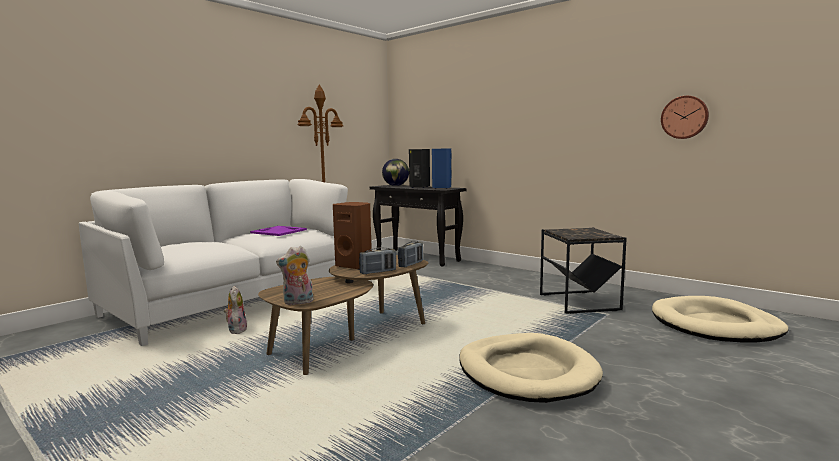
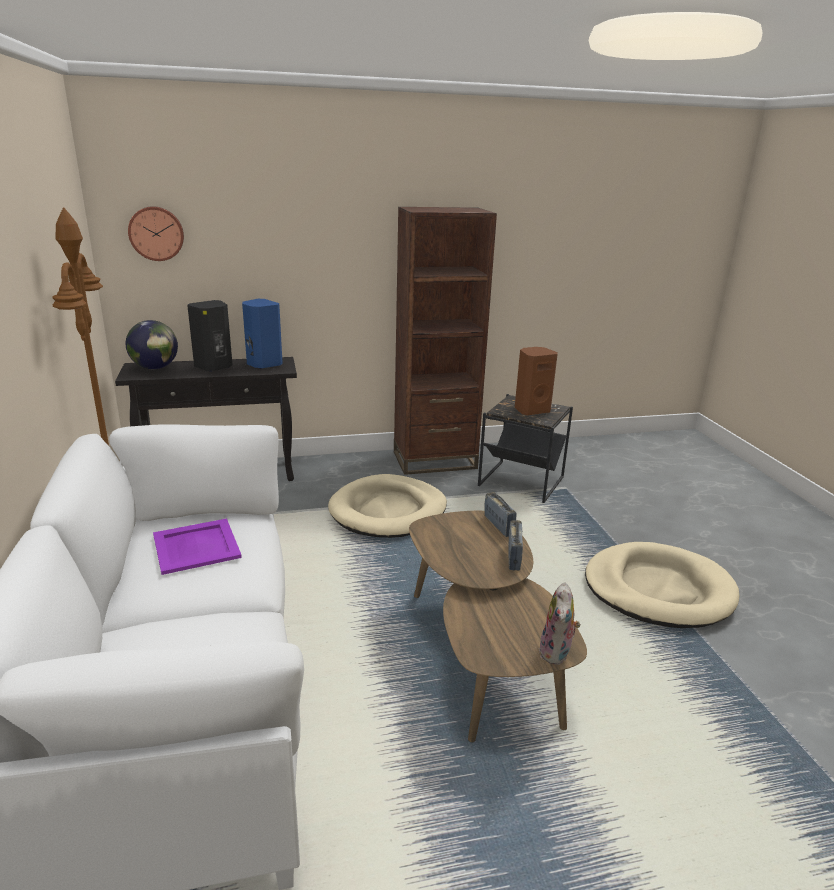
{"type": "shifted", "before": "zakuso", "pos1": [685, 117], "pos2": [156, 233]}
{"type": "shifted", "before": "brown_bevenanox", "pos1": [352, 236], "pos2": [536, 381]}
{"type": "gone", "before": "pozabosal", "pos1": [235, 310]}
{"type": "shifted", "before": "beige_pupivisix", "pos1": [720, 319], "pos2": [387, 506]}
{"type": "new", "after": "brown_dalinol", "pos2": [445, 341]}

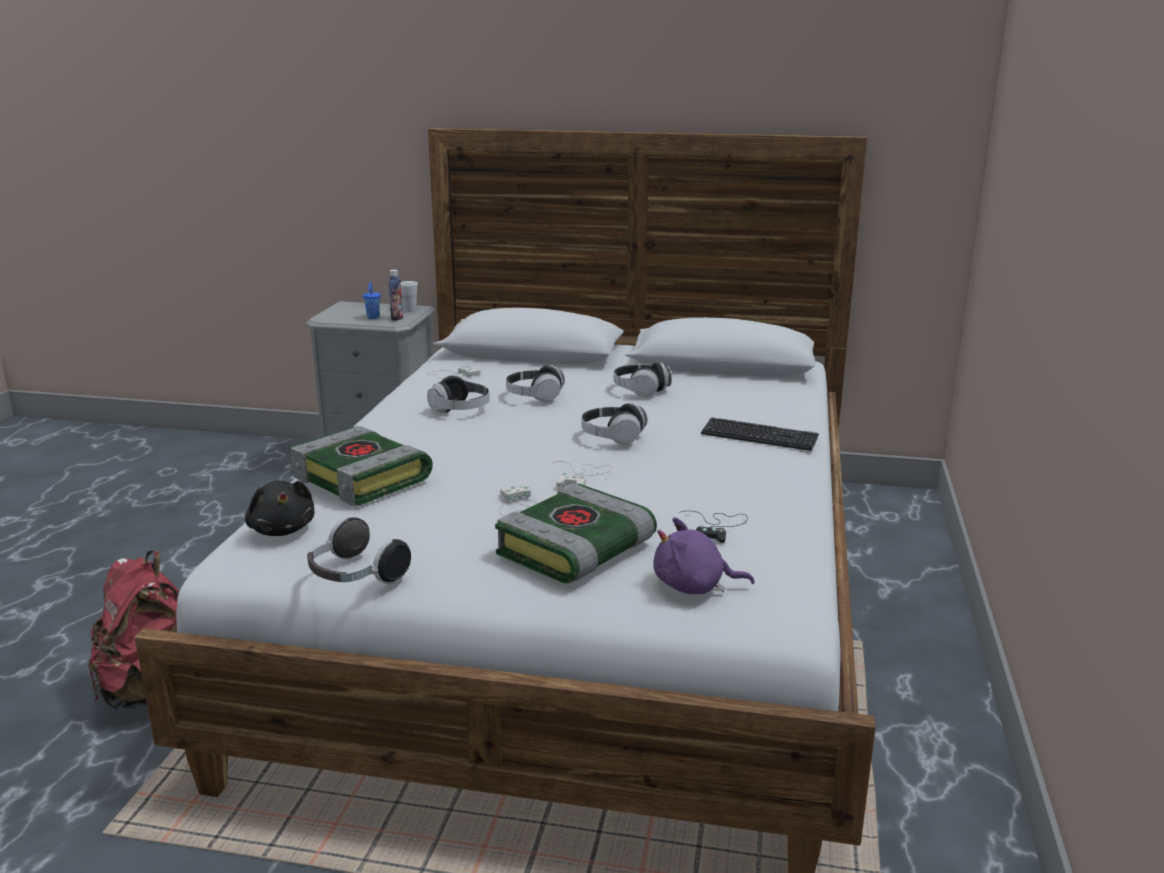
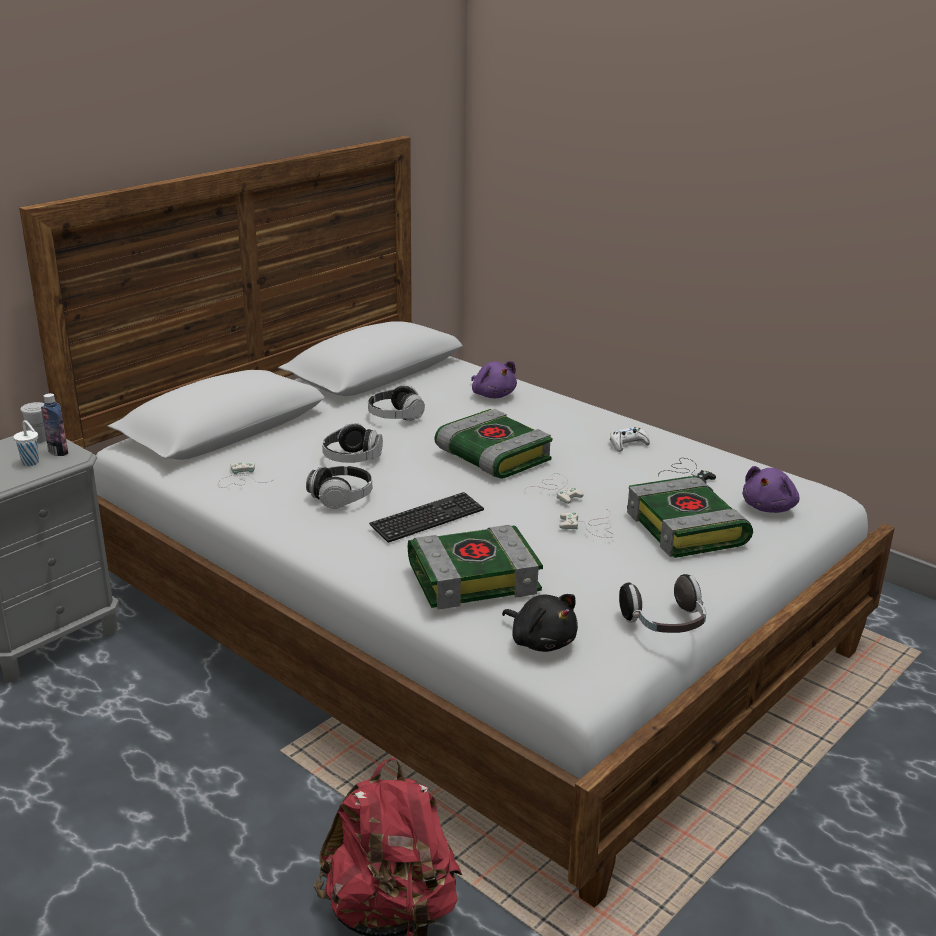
{"type": "repainted", "before": "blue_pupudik", "after": "white_pupudik", "pos1": [372, 300], "pos2": [26, 443]}
{"type": "swapped", "before": "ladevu", "after": "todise", "pos1": [614, 423], "pos2": [493, 444]}
{"type": "shifted", "before": "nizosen", "pos1": [760, 434], "pos2": [426, 517]}
{"type": "rotated", "before": "black_pozabosal", "pos1": [280, 508], "pos2": [540, 623], "turn": 45}
{"type": "new", "after": "purple_pozabosal", "pos2": [494, 379]}
{"type": "new", "after": "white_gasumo", "pos2": [630, 439]}

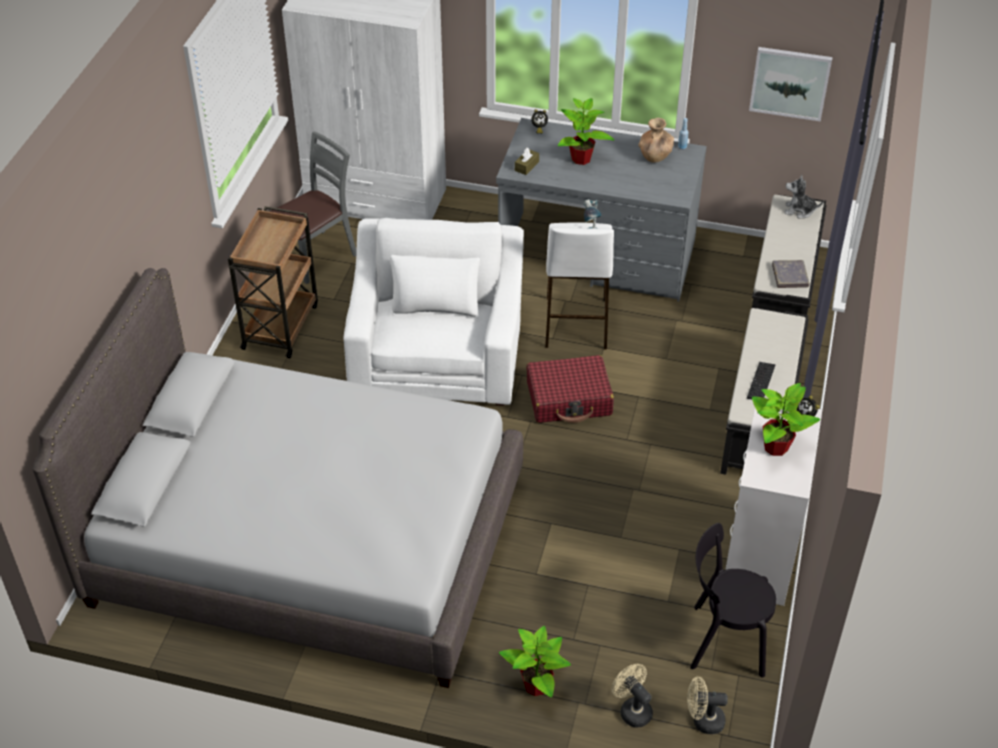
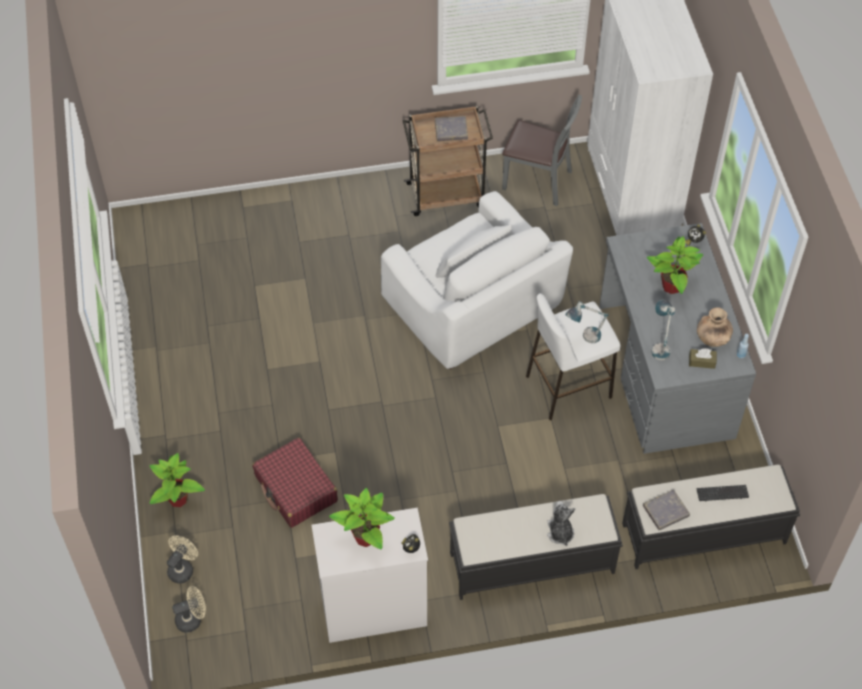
{"type": "gone", "before": "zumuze", "pos1": [791, 84]}
{"type": "shifted", "before": "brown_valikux", "pos1": [527, 161], "pos2": [703, 358]}
{"type": "shifted", "before": "pozabosal", "pos1": [803, 196], "pos2": [561, 523]}
{"type": "rotated", "before": "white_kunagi", "pos1": [433, 312], "pos2": [477, 280], "turn": 75}
{"type": "gone", "before": "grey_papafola", "pos1": [278, 478]}
{"type": "shifted", "before": "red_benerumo", "pos1": [570, 389], "pos2": [295, 483]}
{"type": "shifted", "before": "nizosen", "pos1": [761, 380], "pos2": [723, 493]}
{"type": "gone", "before": "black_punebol", "pos1": [733, 600]}
{"type": "rotated", "before": "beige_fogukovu", "pos1": [707, 705], "pos2": [189, 609], "turn": 90}
{"type": "new", "after": "grey_todise", "pos2": [451, 128]}
{"type": "new", "after": "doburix", "pos2": [663, 329]}

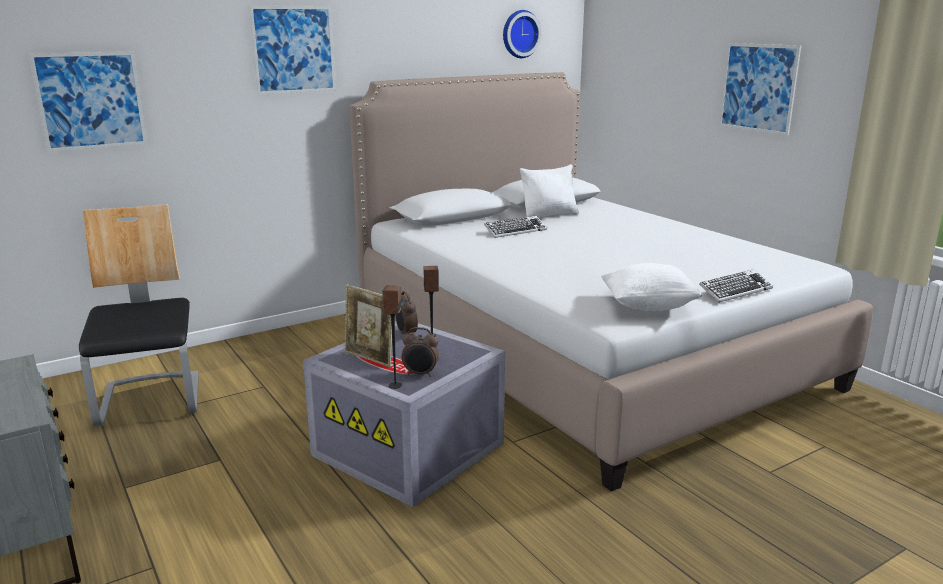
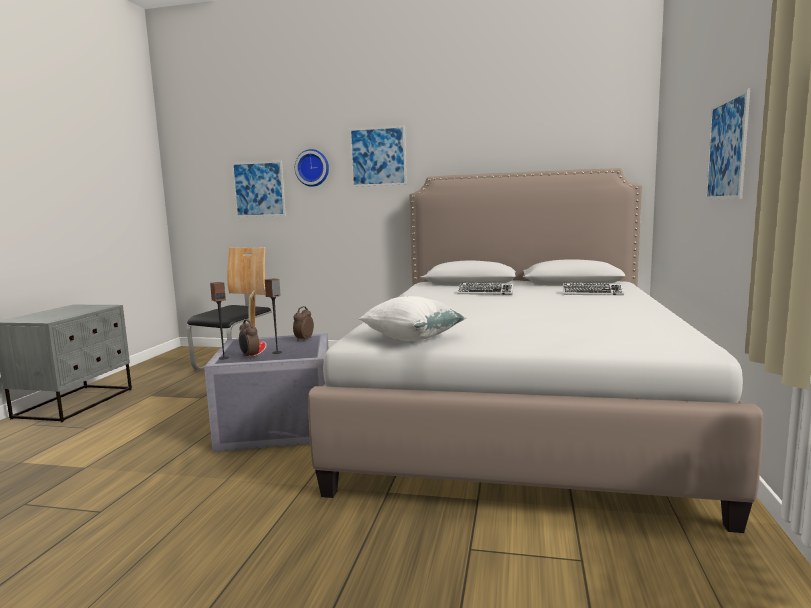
{"type": "shifted", "before": "zakuso", "pos1": [522, 34], "pos2": [312, 168]}
{"type": "gone", "before": "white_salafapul", "pos1": [549, 190]}
{"type": "shifted", "before": "nizosen", "pos1": [736, 286], "pos2": [593, 289]}

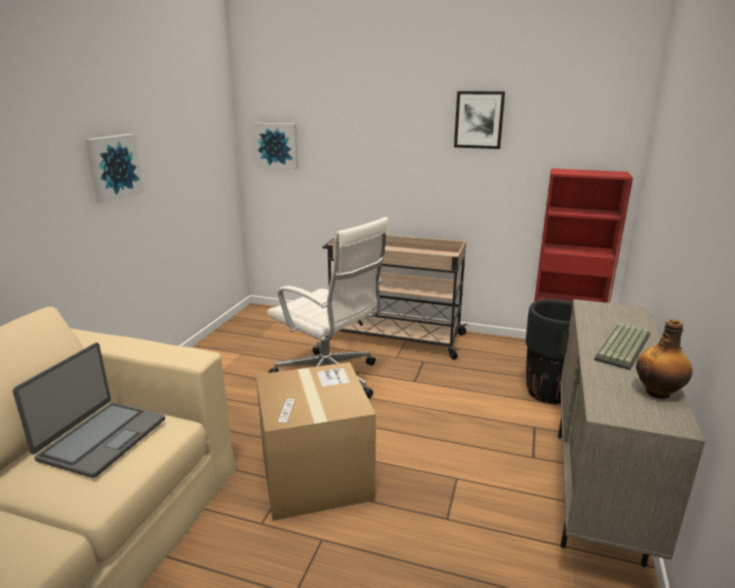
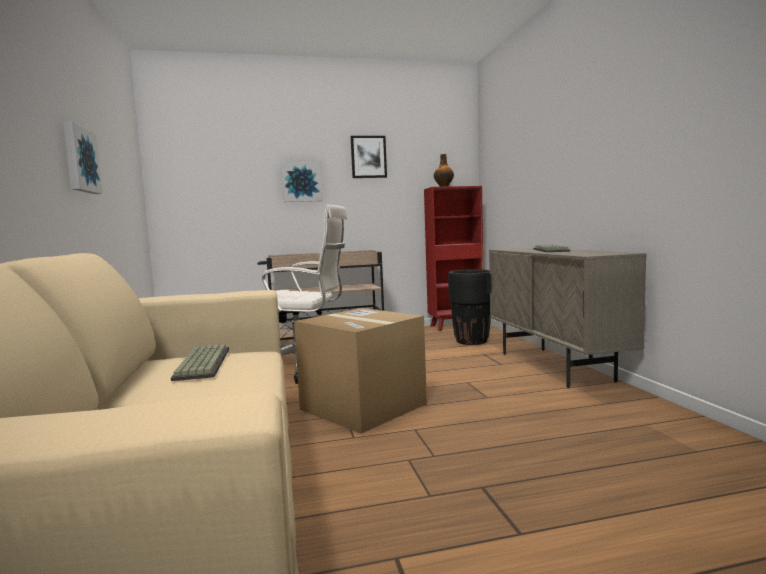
{"type": "shifted", "before": "zumuze", "pos1": [276, 146], "pos2": [302, 182]}
{"type": "shifted", "before": "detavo", "pos1": [664, 359], "pos2": [444, 170]}
{"type": "swapped", "before": "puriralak", "after": "nizosen", "pos1": [89, 410], "pos2": [200, 362]}

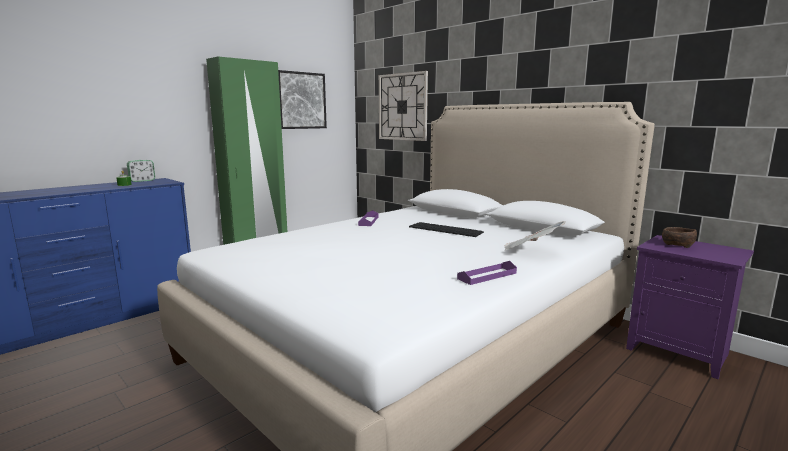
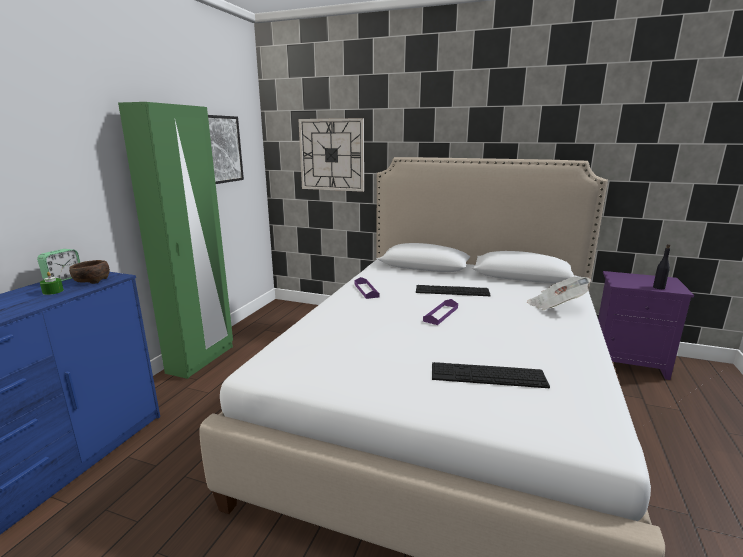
{"type": "shifted", "before": "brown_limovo", "pos1": [679, 237], "pos2": [89, 272]}
{"type": "shifted", "before": "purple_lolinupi", "pos1": [487, 273], "pos2": [440, 312]}
{"type": "new", "after": "black_detavo", "pos2": [661, 266]}
{"type": "new", "after": "nizosen", "pos2": [491, 375]}

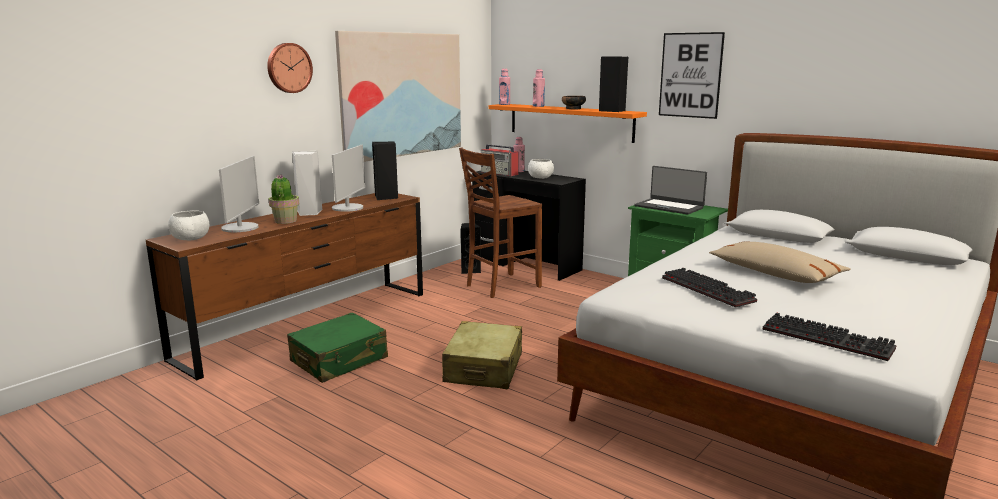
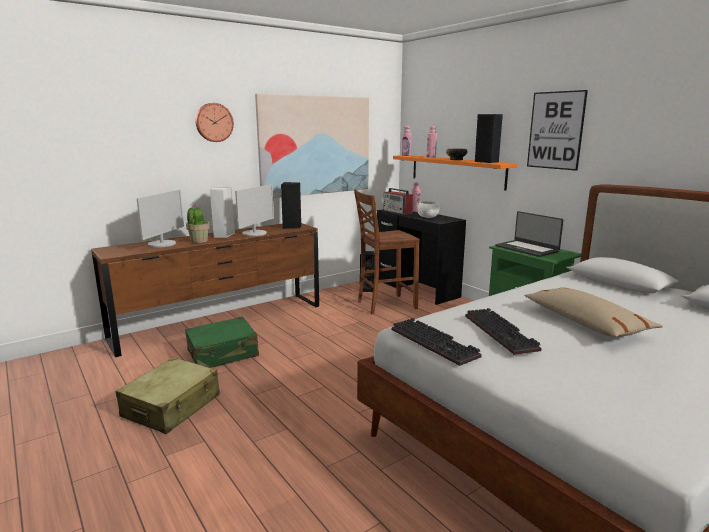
{"type": "gone", "before": "white_limovo", "pos1": [188, 226]}
{"type": "shifted", "before": "nizosen", "pos1": [829, 336], "pos2": [437, 342]}
{"type": "shifted", "before": "beige_benerumo", "pos1": [482, 355], "pos2": [168, 395]}

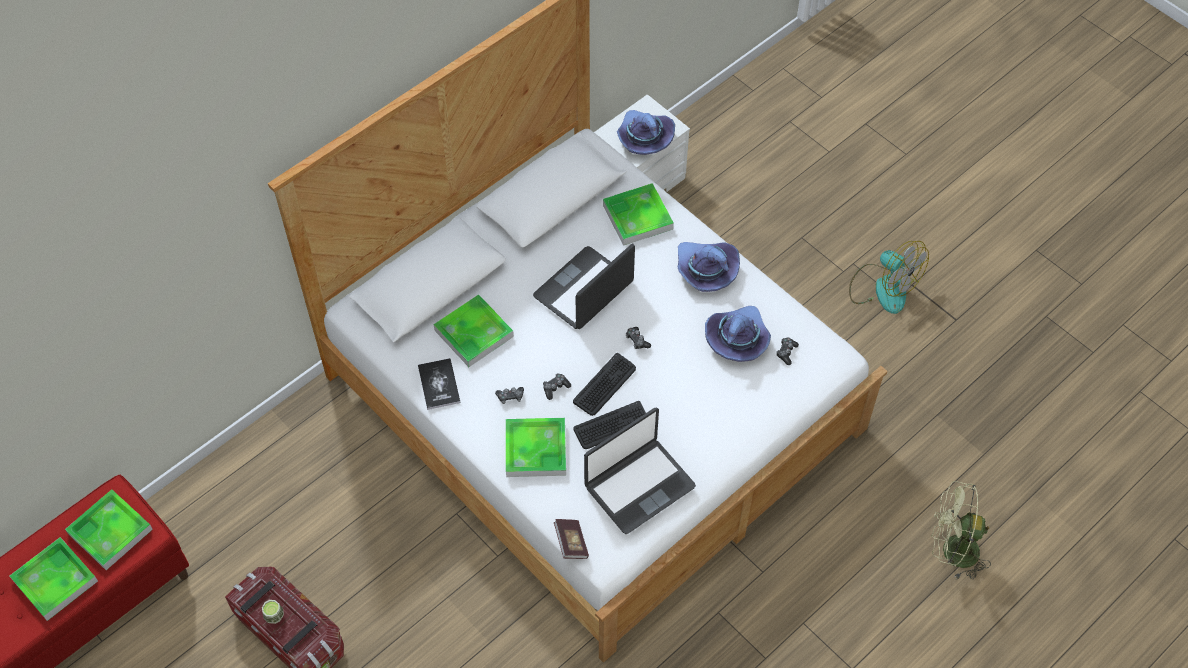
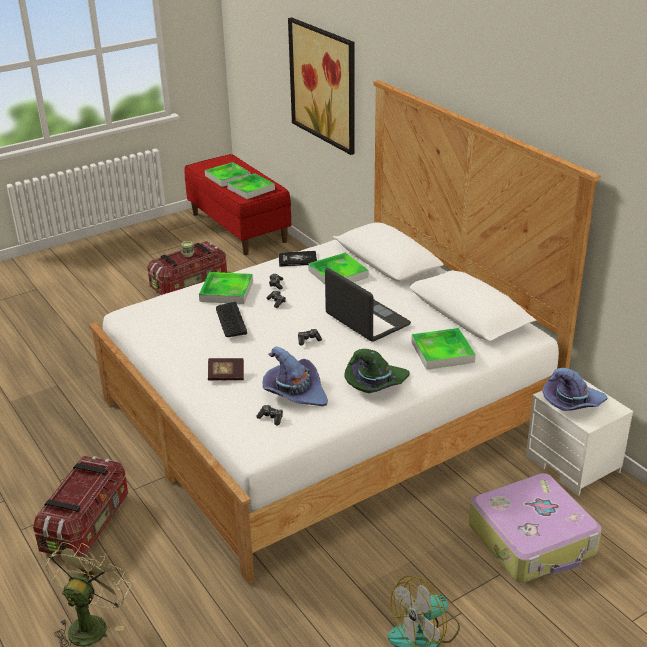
{"type": "repainted", "before": "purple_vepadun", "after": "green_vepadun", "pos1": [709, 267], "pos2": [377, 371]}
{"type": "gone", "before": "nizosen", "pos1": [604, 384]}
{"type": "gone", "before": "puriralak", "pos1": [640, 471]}
{"type": "shifted", "before": "todise", "pos1": [571, 539], "pos2": [226, 369]}
{"type": "new", "after": "zumuze", "pos2": [321, 86]}
{"type": "new", "after": "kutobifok", "pos2": [80, 506]}
{"type": "new", "after": "benerumo", "pos2": [535, 528]}

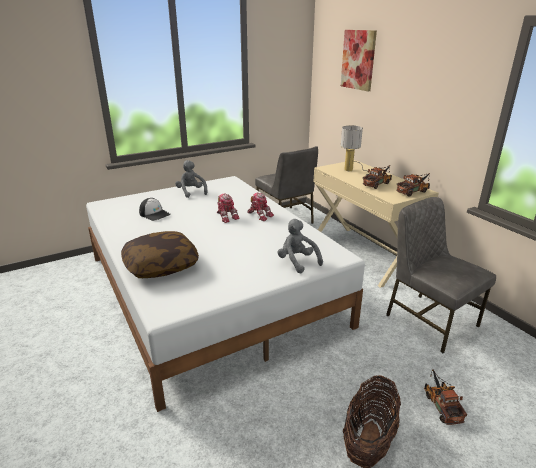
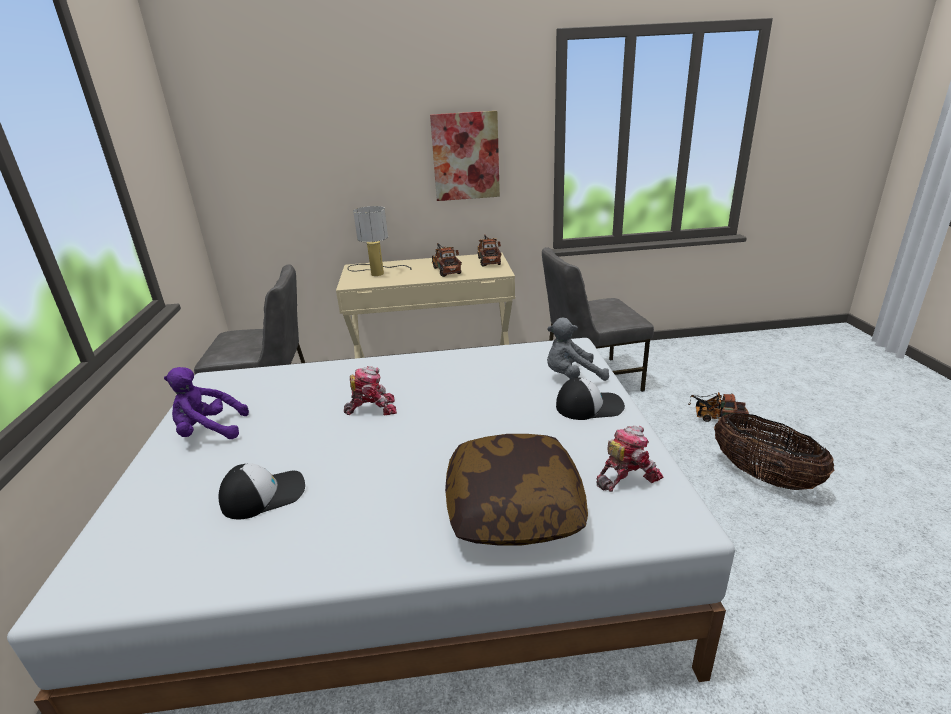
{"type": "shifted", "before": "zumuze", "pos1": [359, 60], "pos2": [465, 156]}
{"type": "repainted", "before": "grey_pozabosal", "after": "purple_pozabosal", "pos1": [191, 179], "pos2": [206, 403]}
{"type": "shifted", "before": "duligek", "pos1": [260, 207], "pos2": [630, 459]}
{"type": "new", "after": "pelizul", "pos2": [590, 398]}

